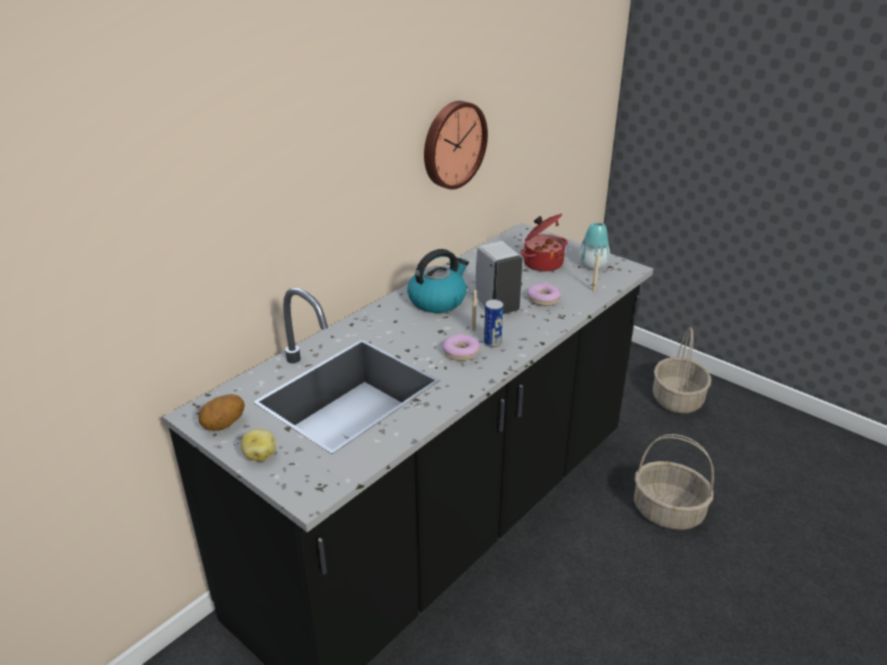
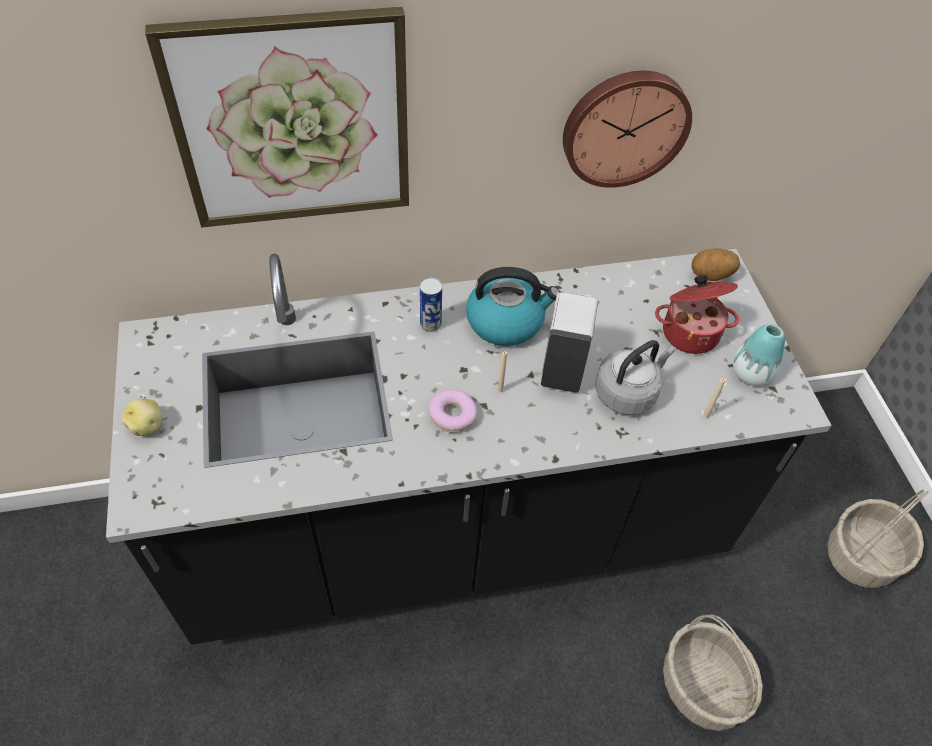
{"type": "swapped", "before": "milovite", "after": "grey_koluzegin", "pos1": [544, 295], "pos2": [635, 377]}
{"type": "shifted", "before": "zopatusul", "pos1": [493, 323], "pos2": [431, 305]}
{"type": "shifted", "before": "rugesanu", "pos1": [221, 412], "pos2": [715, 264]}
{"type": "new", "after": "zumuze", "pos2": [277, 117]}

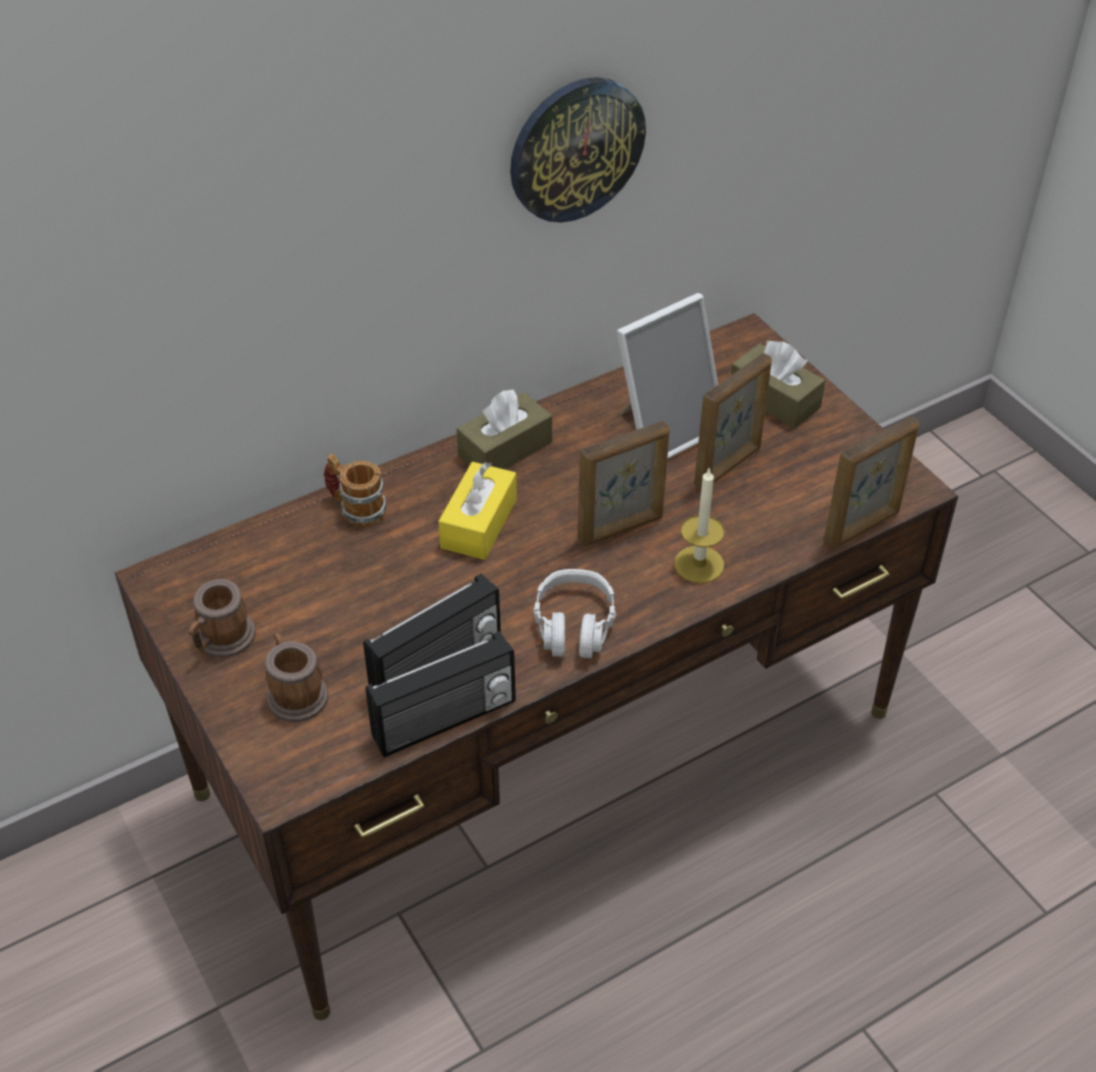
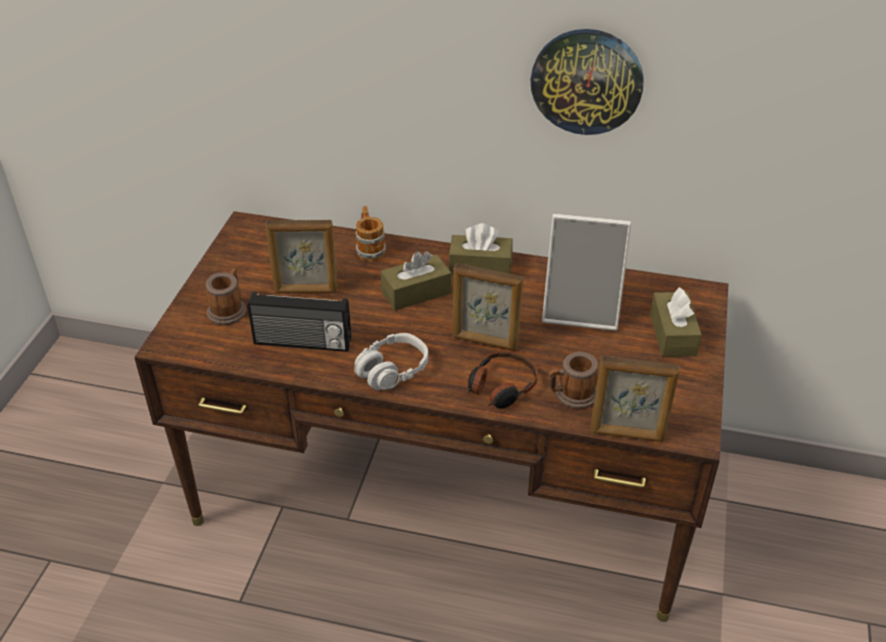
{"type": "shifted", "before": "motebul", "pos1": [733, 421], "pos2": [301, 256]}
{"type": "repainted", "before": "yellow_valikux", "after": "brown_valikux", "pos1": [478, 511], "pos2": [416, 281]}
{"type": "swapped", "before": "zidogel", "after": "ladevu", "pos1": [699, 525], "pos2": [503, 380]}
{"type": "shifted", "before": "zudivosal", "pos1": [222, 618], "pos2": [573, 380]}
{"type": "gone", "before": "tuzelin", "pos1": [440, 694]}

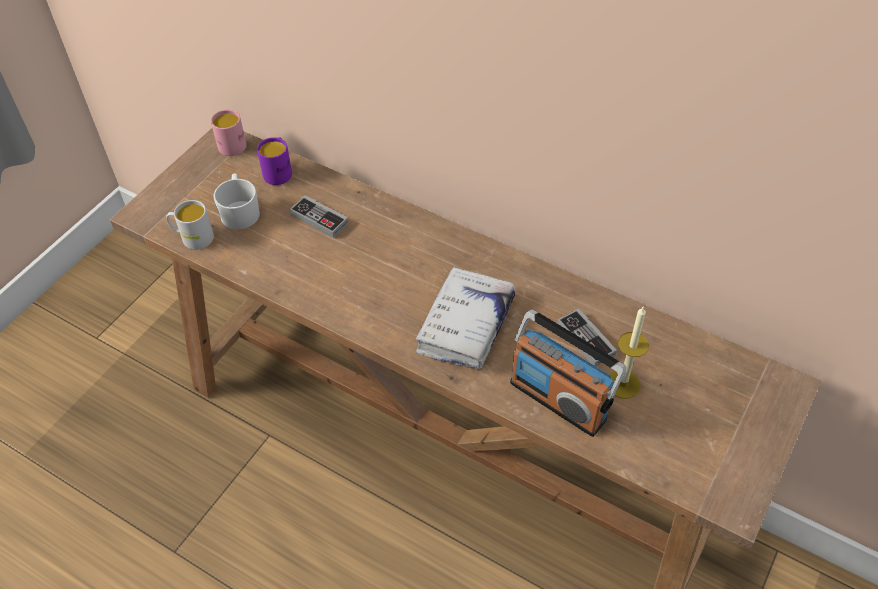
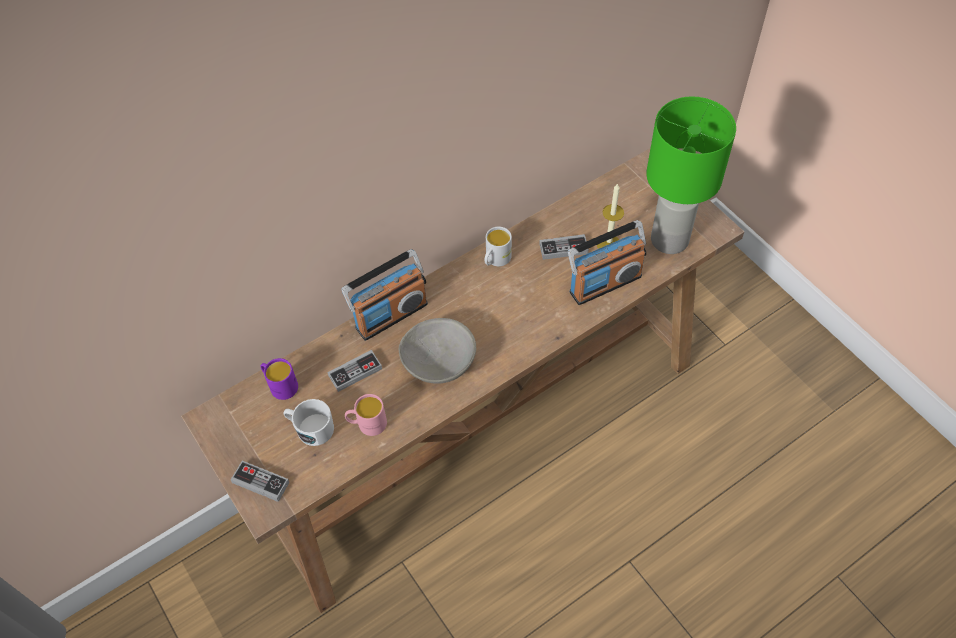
{"type": "shifted", "before": "pink_zudivosal", "pos1": [228, 133], "pos2": [366, 415]}
{"type": "shifted", "before": "white_zudivosal", "pos1": [190, 225], "pos2": [498, 246]}
{"type": "gone", "before": "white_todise", "pos1": [466, 318]}
{"type": "new", "after": "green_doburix", "pos2": [691, 175]}
{"type": "new", "after": "tuzelin", "pos2": [385, 295]}
{"type": "new", "after": "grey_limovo", "pos2": [437, 351]}
{"type": "new", "after": "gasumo", "pos2": [260, 481]}

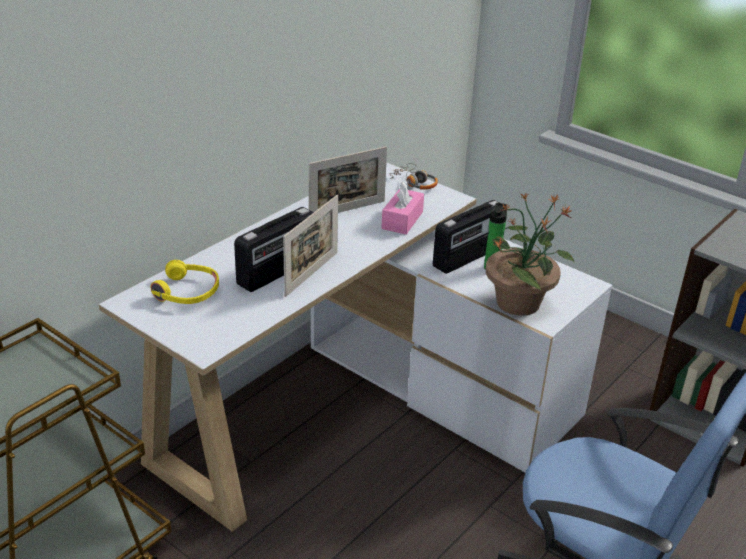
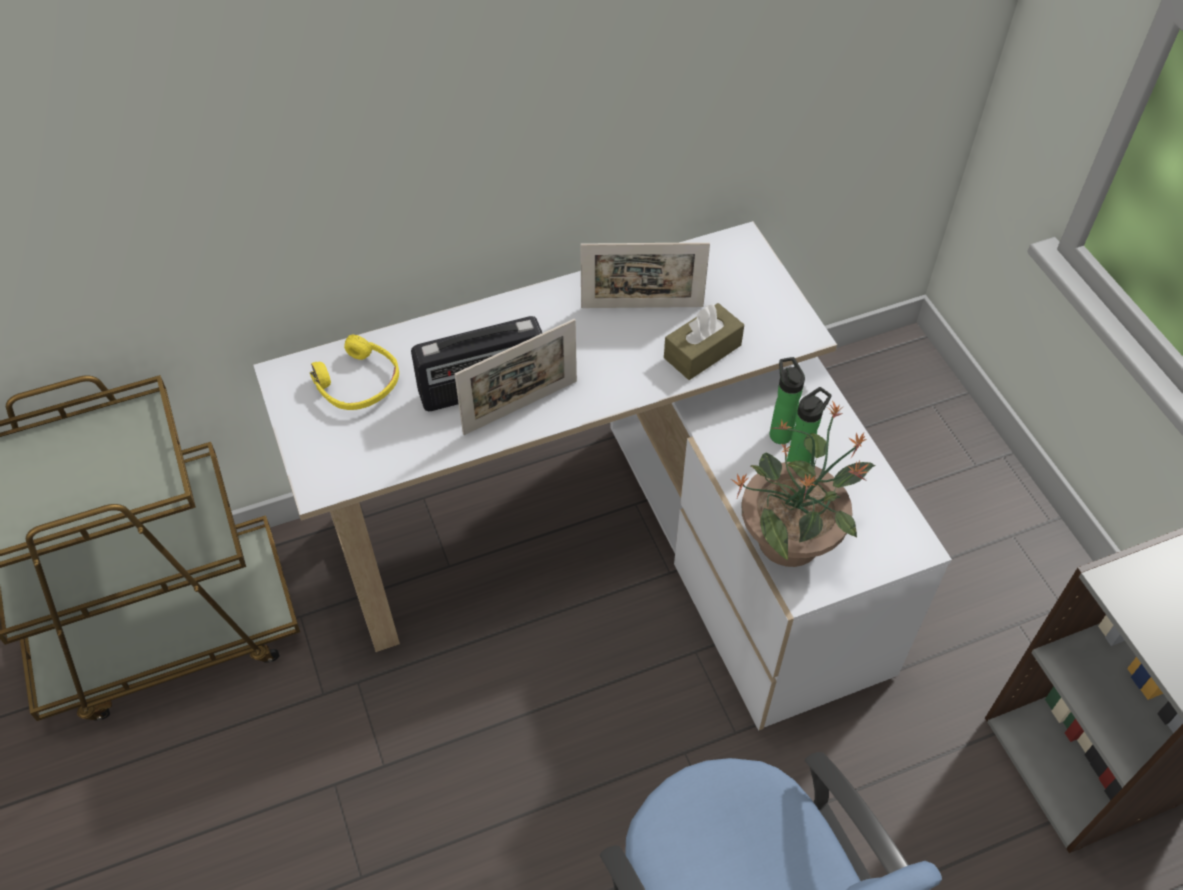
{"type": "gone", "before": "ladevu", "pos1": [414, 176]}
{"type": "repainted", "before": "pink_valikux", "after": "brown_valikux", "pos1": [402, 208], "pos2": [704, 341]}
{"type": "swapped", "before": "tuzelin", "after": "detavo", "pos1": [468, 237], "pos2": [787, 400]}

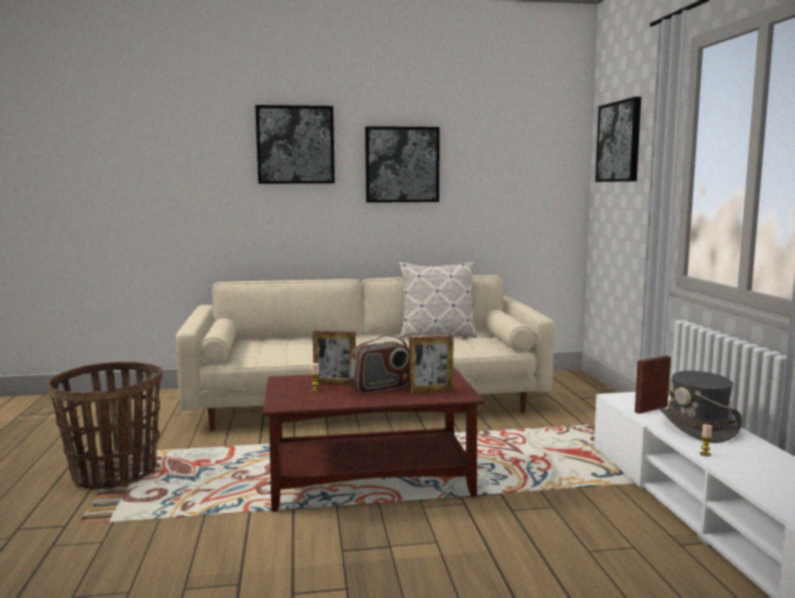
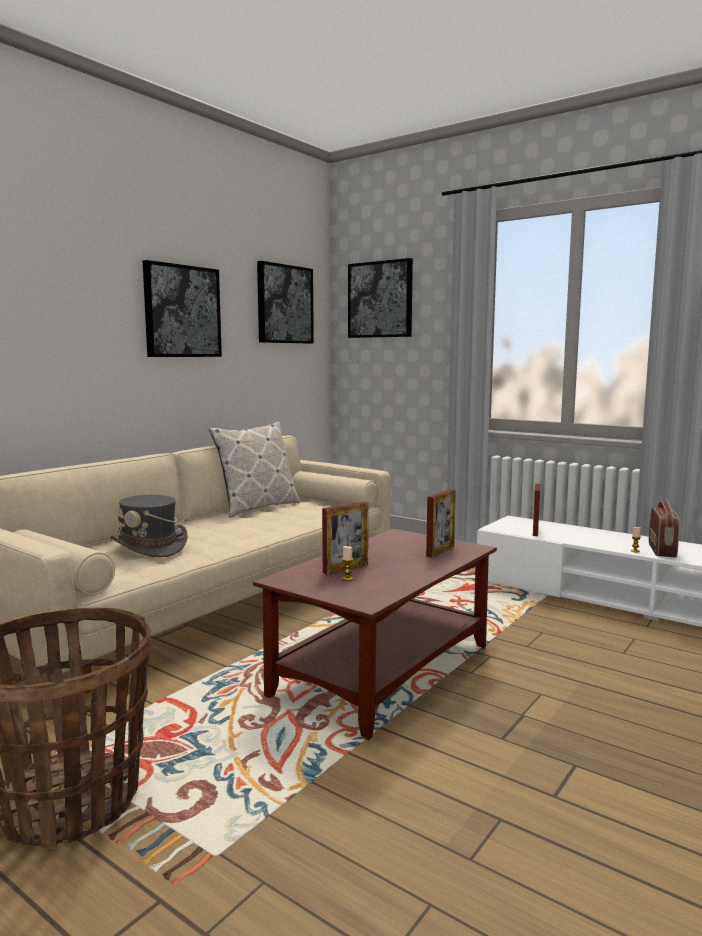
{"type": "shifted", "before": "zumuze", "pos1": [295, 144], "pos2": [285, 302]}
{"type": "shifted", "before": "tuzelin", "pos1": [379, 364], "pos2": [664, 529]}
{"type": "shifted", "before": "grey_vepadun", "pos1": [700, 407], "pos2": [149, 526]}

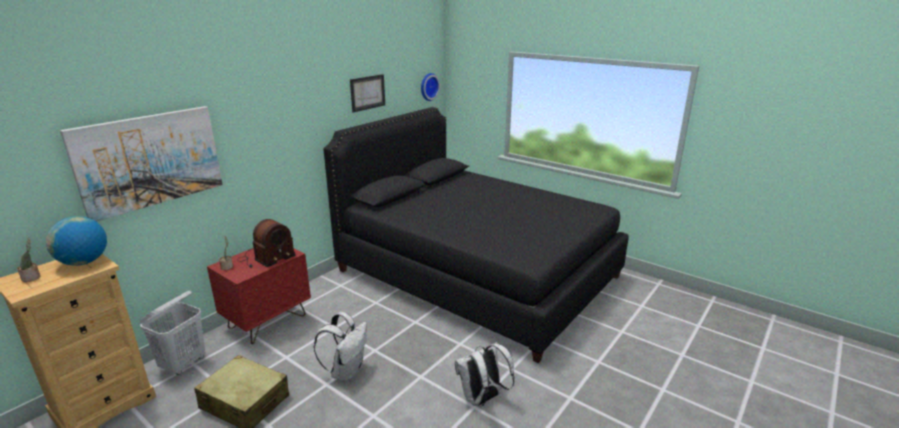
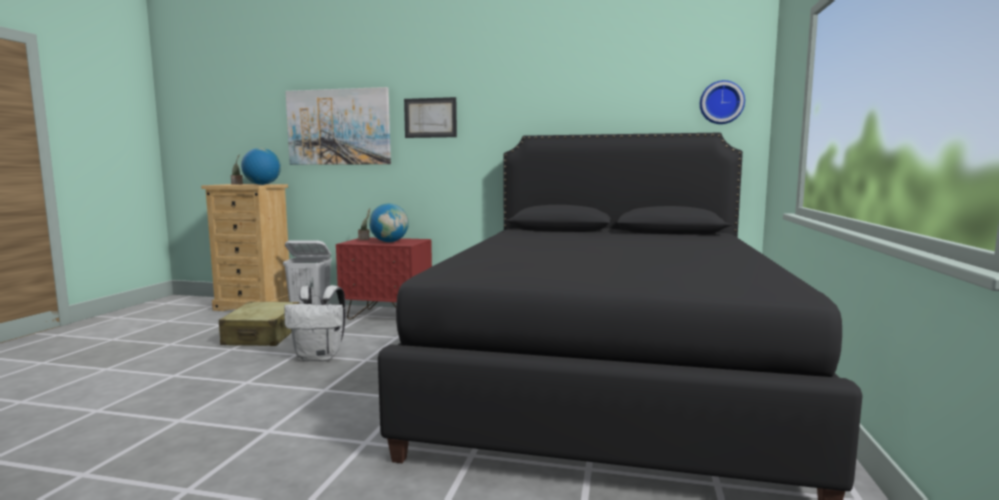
{"type": "shifted", "before": "zumuze", "pos1": [367, 93], "pos2": [430, 117]}
{"type": "swapped", "before": "tuzelin", "after": "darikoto", "pos1": [266, 243], "pos2": [389, 223]}
{"type": "gone", "before": "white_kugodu", "pos1": [485, 374]}

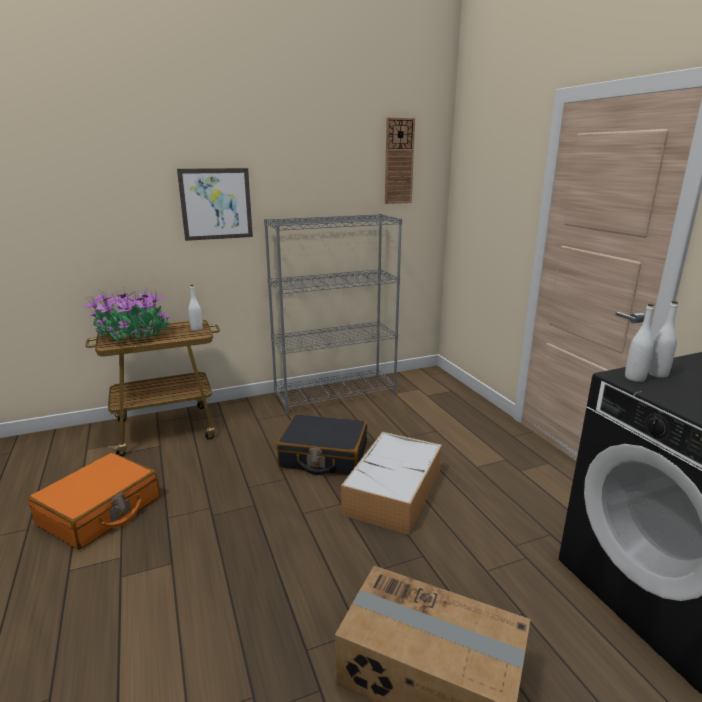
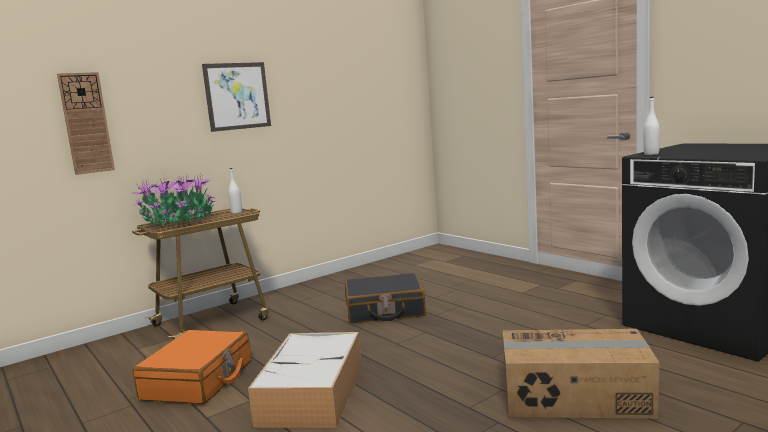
{"type": "shifted", "before": "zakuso", "pos1": [400, 160], "pos2": [86, 123]}
{"type": "gone", "before": "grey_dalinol", "pos1": [333, 314]}
{"type": "gone", "before": "white_detavo", "pos1": [663, 339]}
{"type": "shifted", "before": "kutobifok", "pos1": [391, 483], "pos2": [305, 380]}

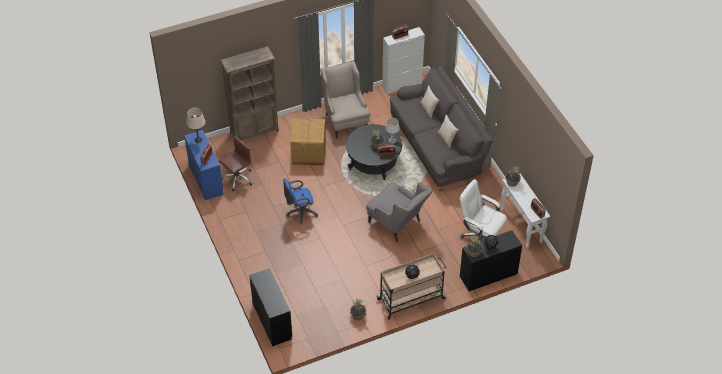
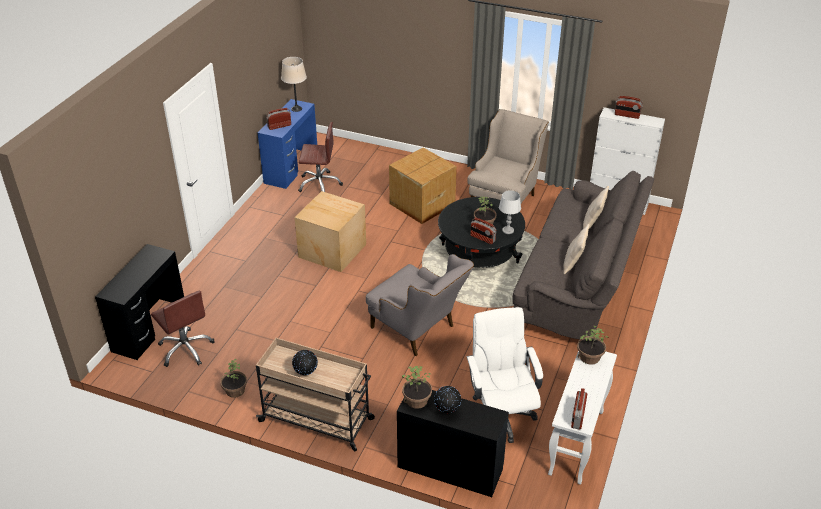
{"type": "gone", "before": "brown_dalinol", "pos1": [249, 93]}
{"type": "swapped", "before": "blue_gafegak", "after": "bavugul", "pos1": [300, 201], "pos2": [330, 231]}
{"type": "rotated", "before": "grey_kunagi", "pos1": [399, 211], "pos2": [420, 305], "turn": -45}
{"type": "new", "after": "brown_gafegak", "pos2": [183, 328]}

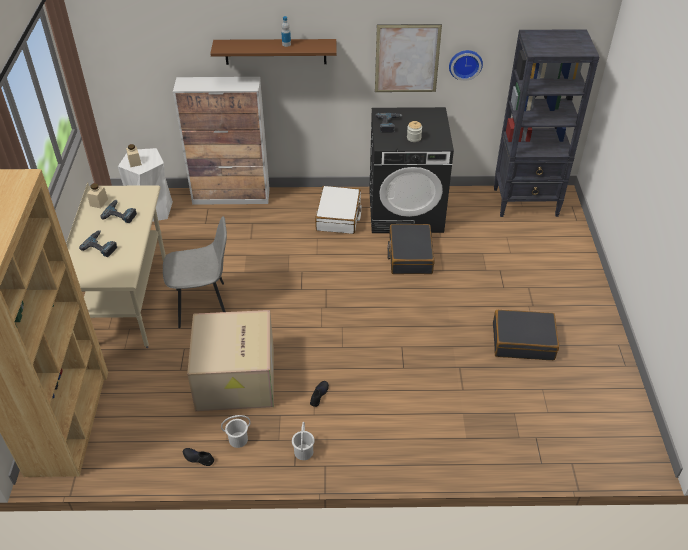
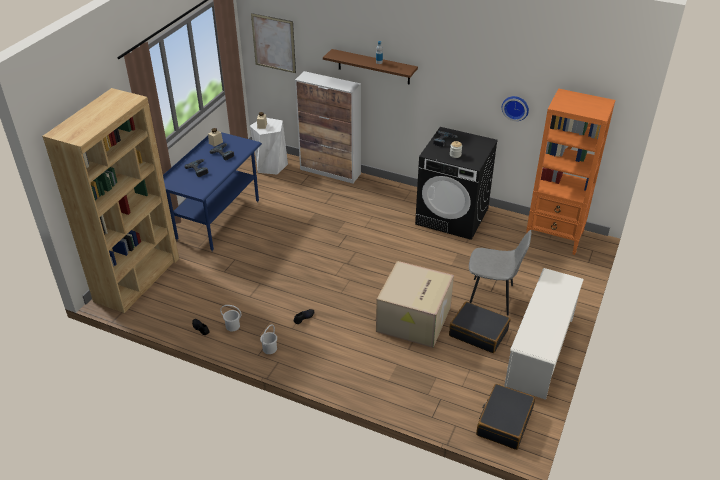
{"type": "shifted", "before": "zumuze", "pos1": [408, 58], "pos2": [273, 43]}
{"type": "repainted", "before": "black_dalinol", "after": "orange_dalinol", "pos1": [547, 123], "pos2": [570, 171]}
{"type": "repainted", "before": "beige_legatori", "after": "blue_legatori", "pos1": [116, 265], "pos2": [212, 190]}
{"type": "gone", "before": "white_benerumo", "pos1": [338, 210]}
{"type": "shifted", "before": "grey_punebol", "pos1": [195, 272], "pos2": [500, 273]}
{"type": "shifted", "before": "black_benerumo", "pos1": [410, 249], "pos2": [505, 417]}
{"type": "shifted", "before": "bavugul", "pos1": [230, 360], "pos2": [415, 304]}
{"type": "new", "after": "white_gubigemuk", "pos2": [544, 334]}

